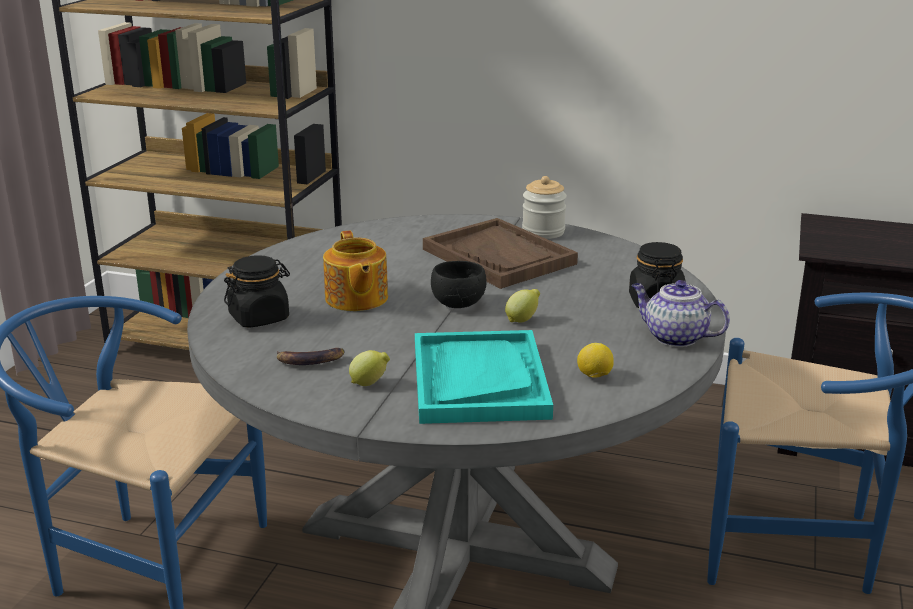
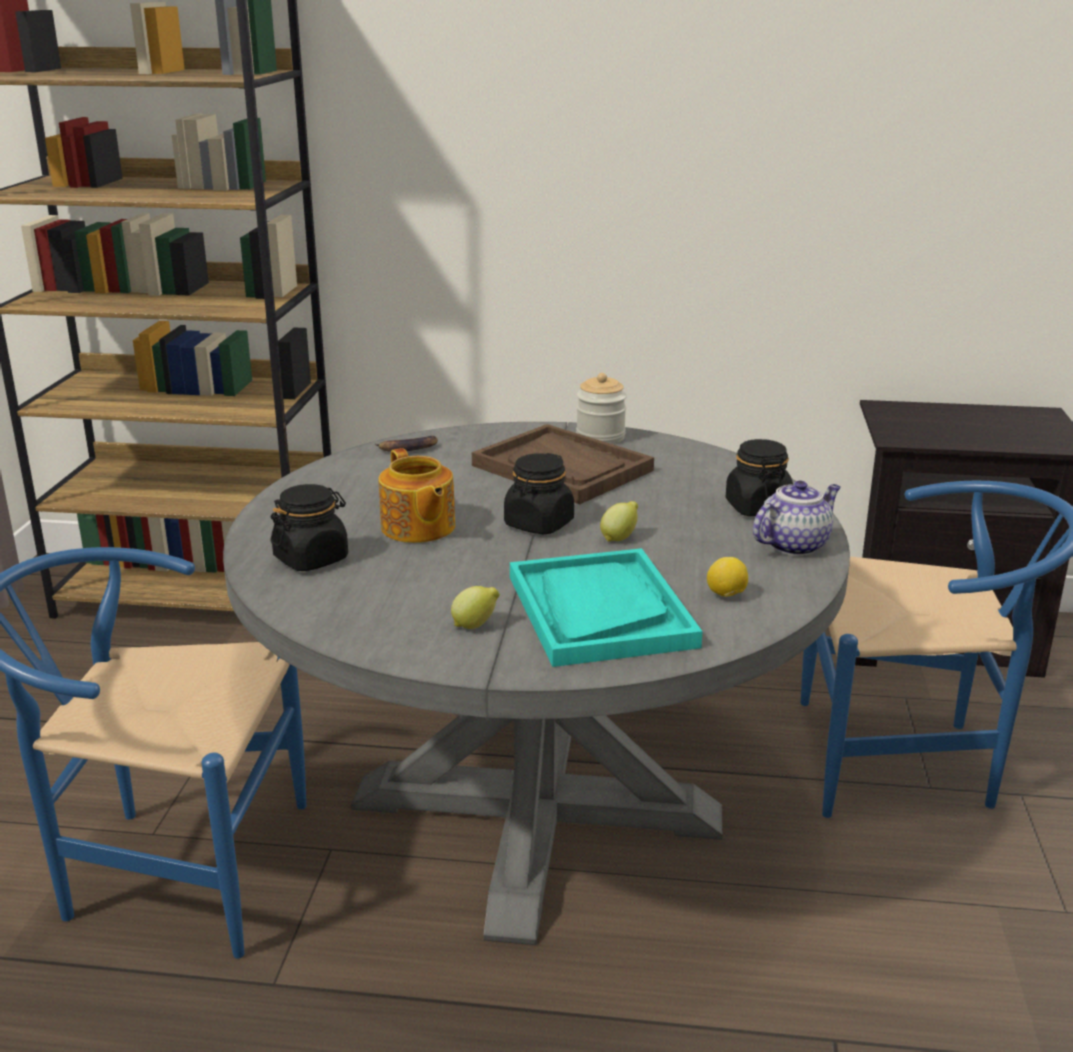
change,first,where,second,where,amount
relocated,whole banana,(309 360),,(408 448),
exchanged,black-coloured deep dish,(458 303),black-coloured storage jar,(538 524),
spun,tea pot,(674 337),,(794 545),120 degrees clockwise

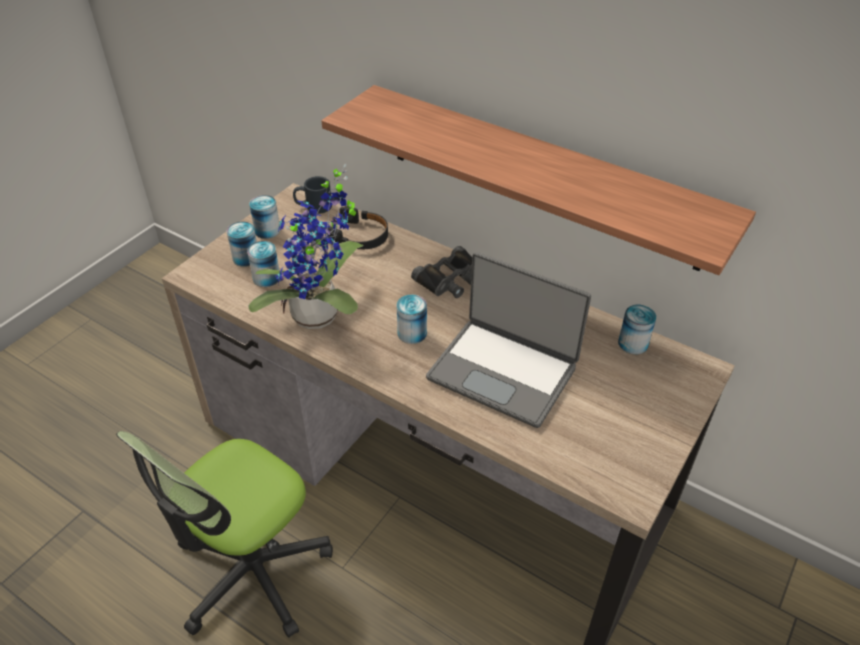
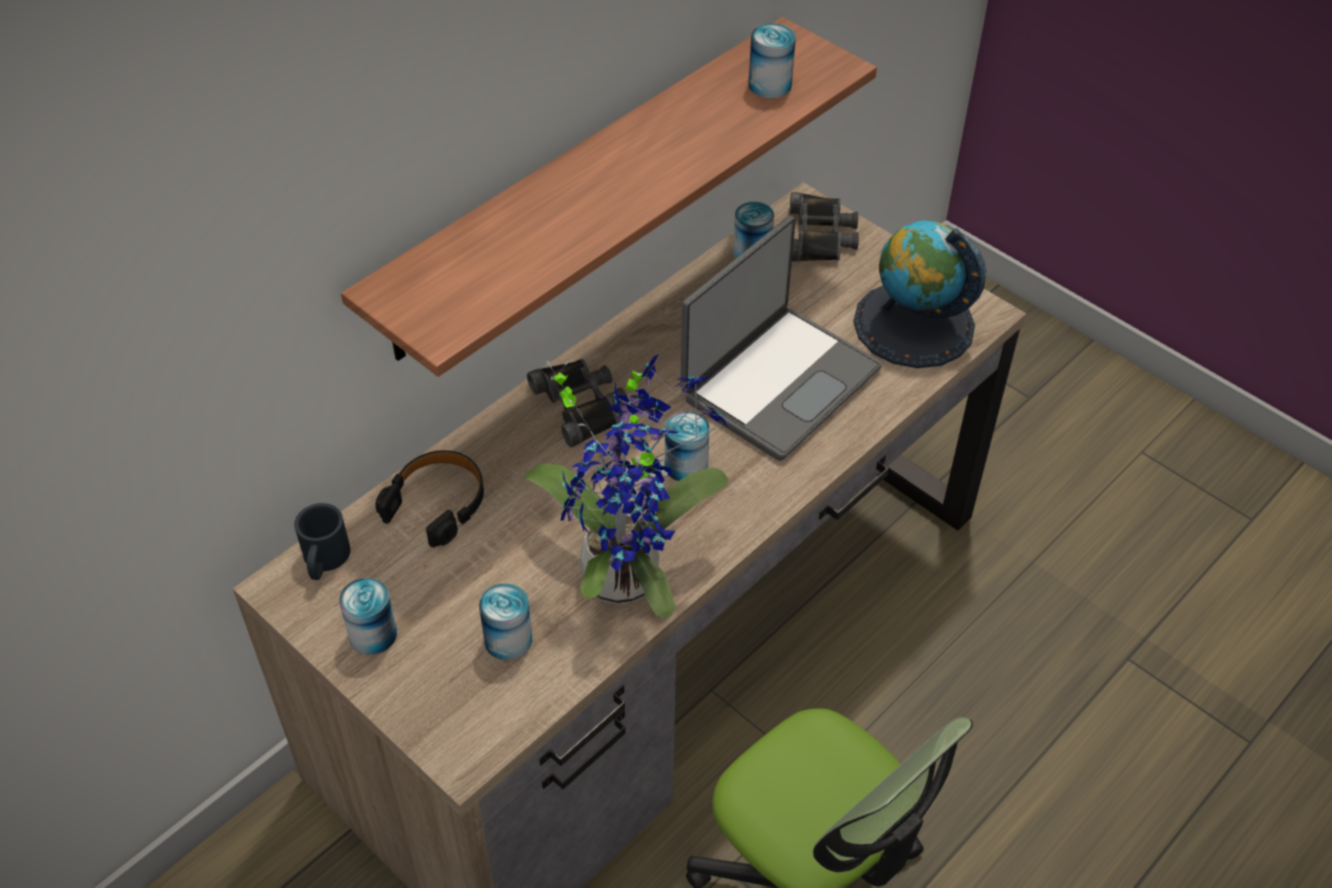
change,first,where,second,where,amount
appeared,,,black-coloured pair of binoculars,(821 236),
appeared,,,desk globe,(913 324),
relocated,metal can,(246 258),,(770 85),

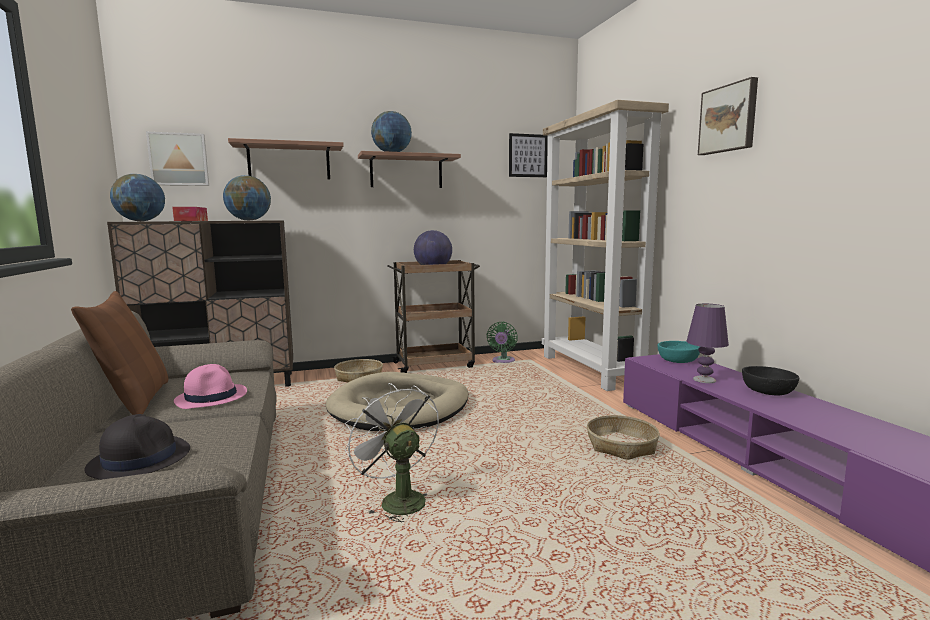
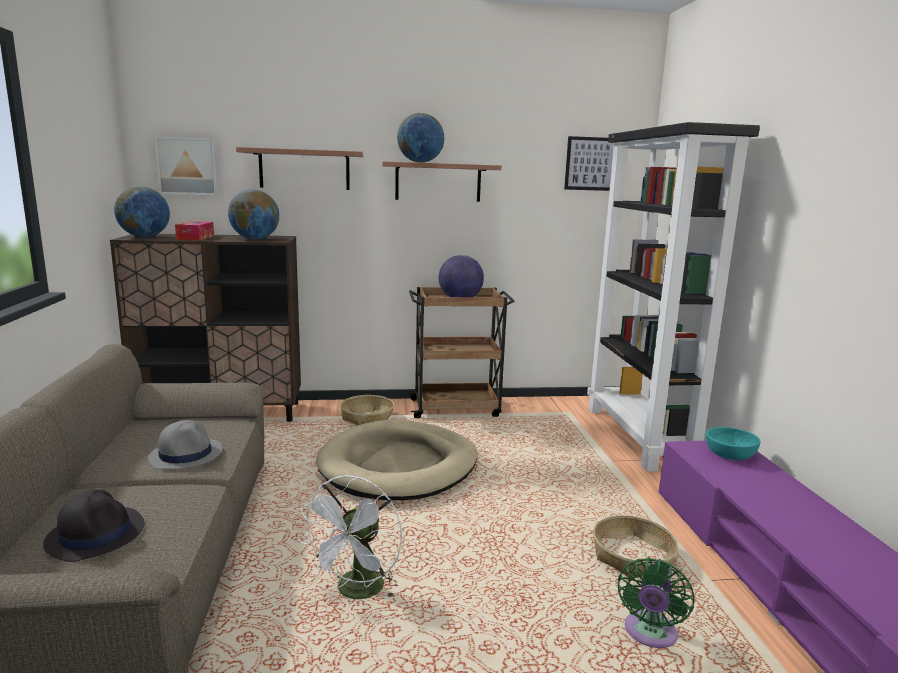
change,first,where,second,where,amount
missing,brown throw pillow,(135 400),,,
missing,purple-coloured lamp for a table,(704 380),,,
missing,picture,(728 119),,,
missing,black-coloured deep dish,(768 391),,,
relocated,greenish electric fan,(503 361),,(649 635),
colour,pink-coloured wearable hat,(212 397),grey wearable hat,(186 454),
colour,beige bookshelf,(591 370),black-coloured bookshelf,(639 436),
spun,white-coloured electric fan,(397 500),,(357 593),135 degrees counterclockwise

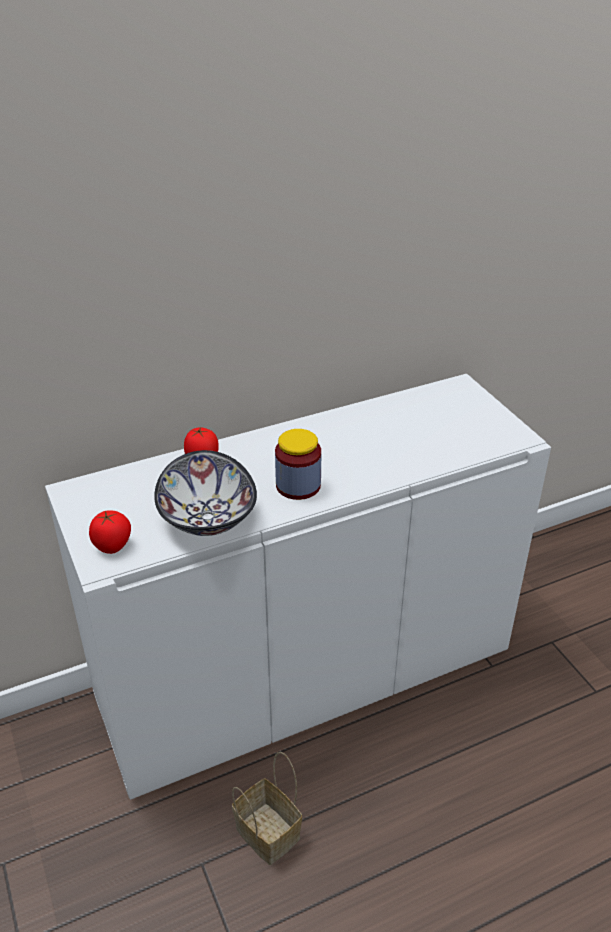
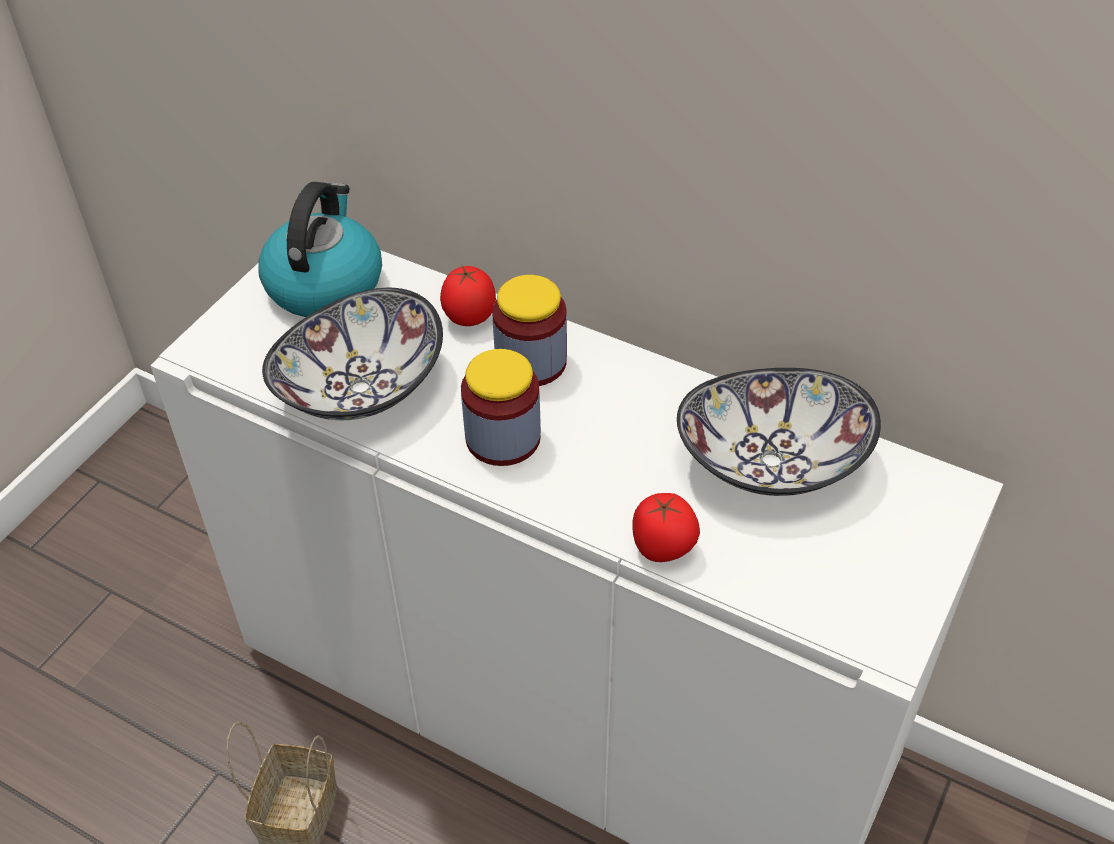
change,first,where,second,where,amount
appeared,,,tea kettle,(324 284),
appeared,,,storage jar,(531 362),
appeared,,,deep dish,(770 460),
relocated,tomato,(113 546),,(663 548),

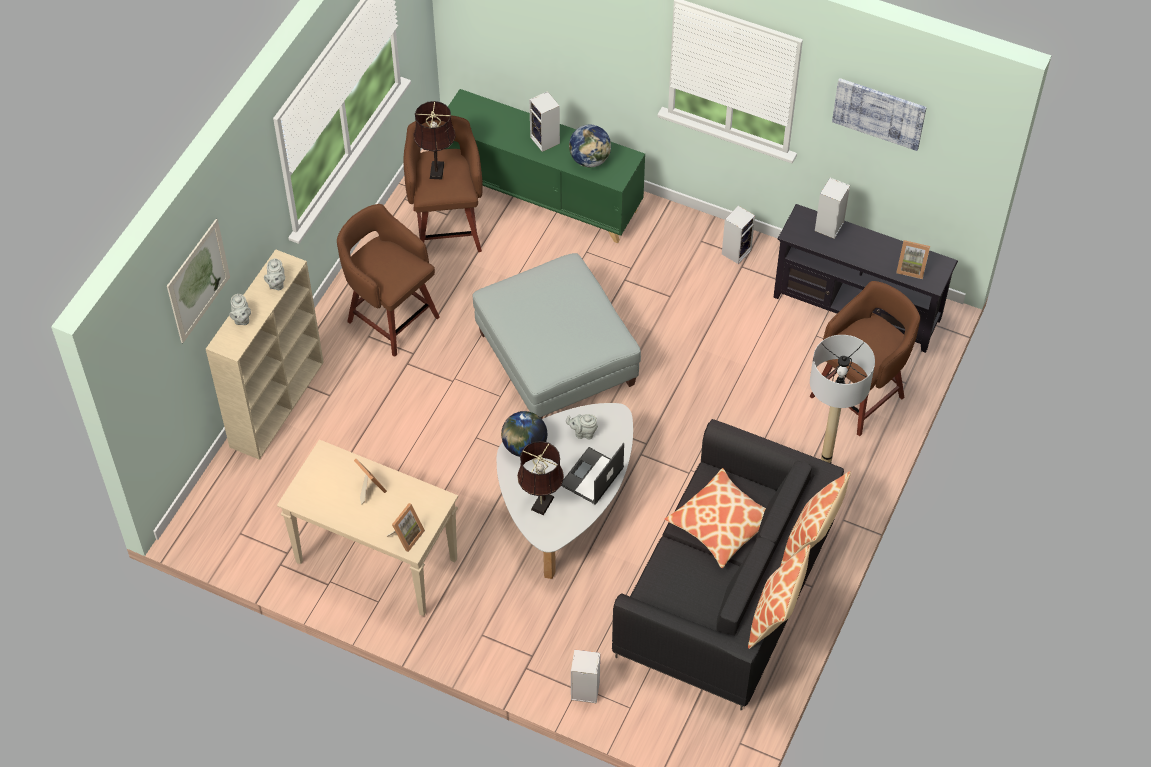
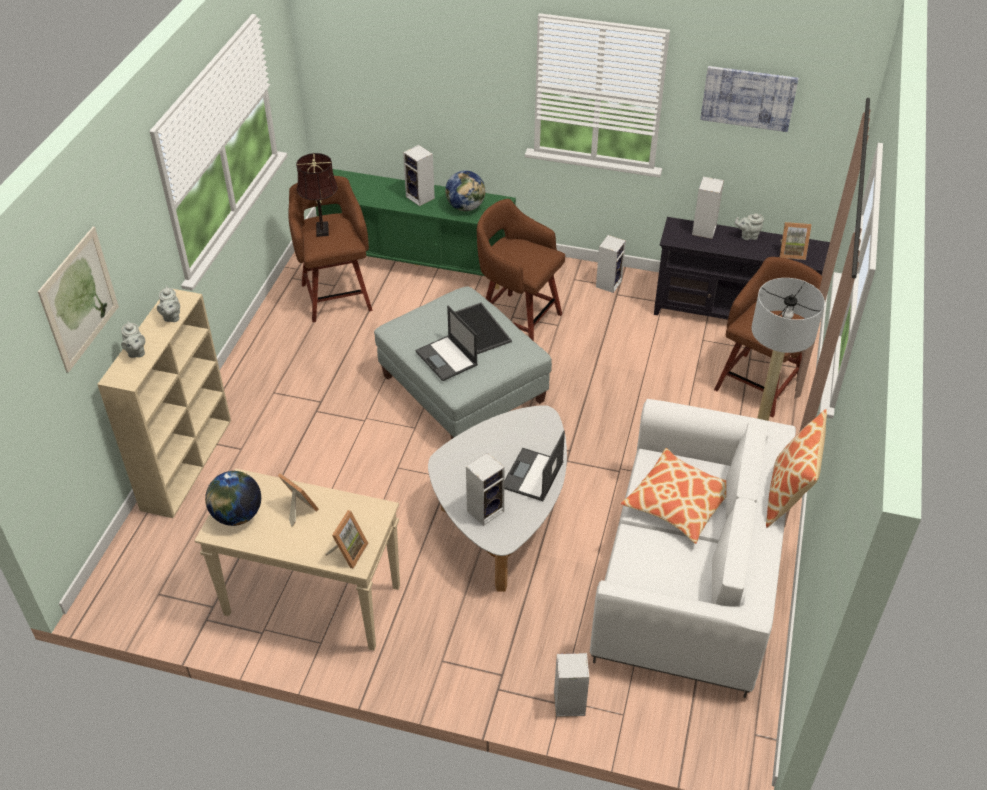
change,first,where,second,where,amount
missing,throw pillow,(776 616),,,
appeared,,,notebook computer,(447 359),
appeared,,,tray,(478 328),
relocated,brown stool seat,(391 317),,(518 319),
relocated,desk globe,(524 446),,(237 515),
relocated,grey tea pot,(583 433),,(747 236),
exchanged,brown lamp for a table,(541 505),audio speaker,(486 510),
colour,black-coloured sofa,(725 590),white-coloured sofa,(689 576),

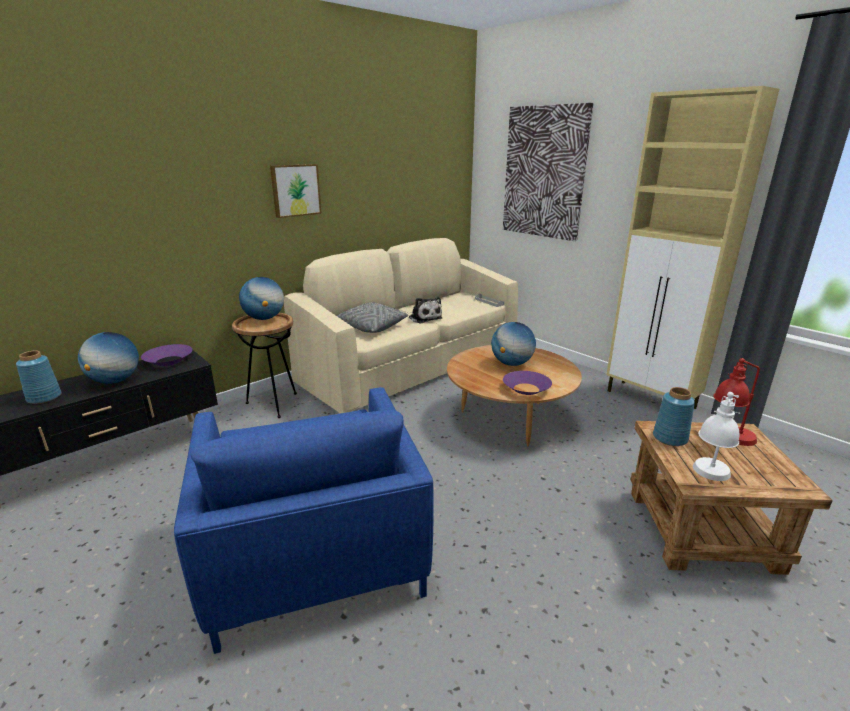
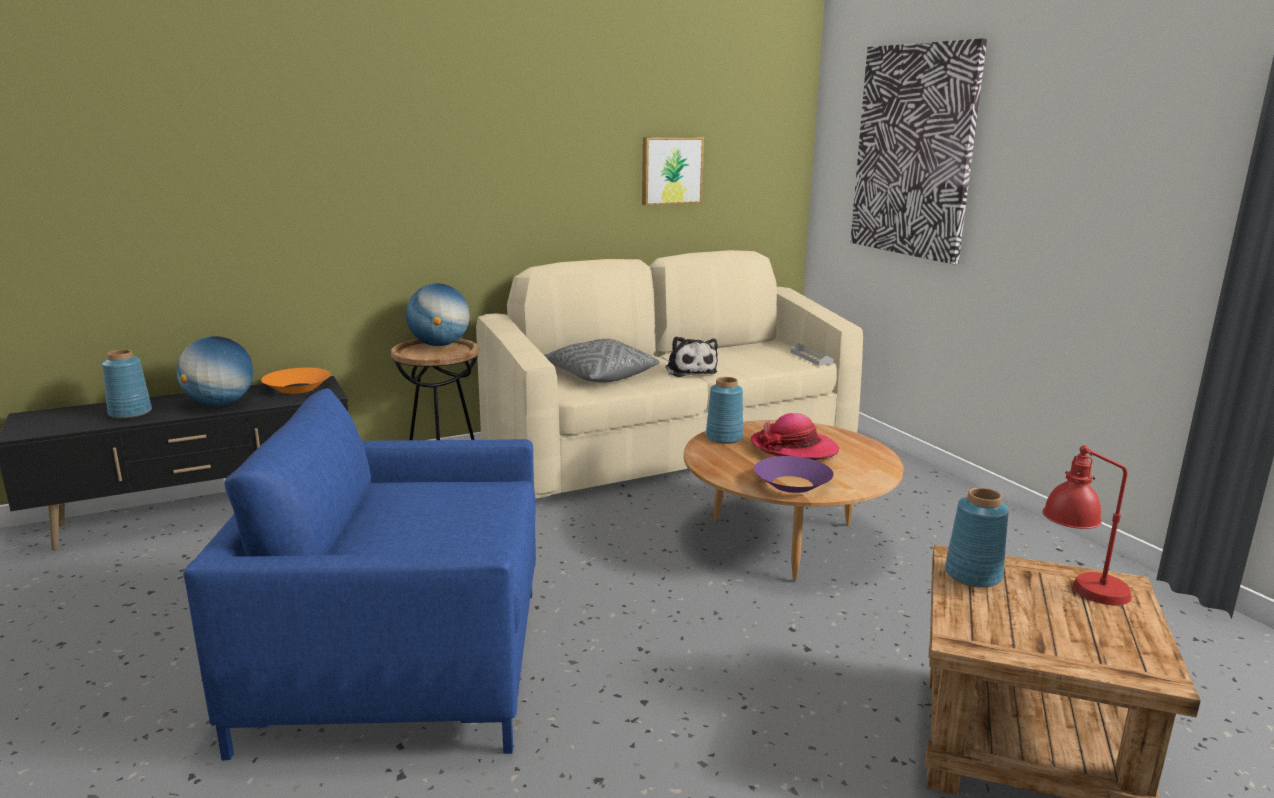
change,first,where,second,where,amount
missing,beige cabinet,(651 400),,,
missing,white-coloured lamp for a table,(709 478),,,
appeared,,,blue-coloured vase,(723 438),
relocated,picture,(295 190),,(671 170),
exchanged,desk globe,(511 363),wearable hat,(794 448),
colour,purple-coloured deep dish,(168 361),orange-coloured deep dish,(297 388),
spun,blue-coloured armchair,(313 552),,(400 664),90 degrees clockwise

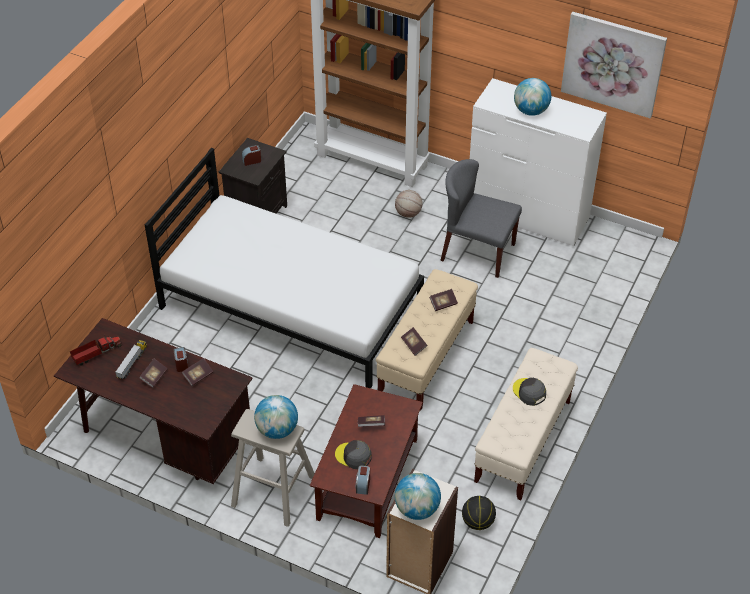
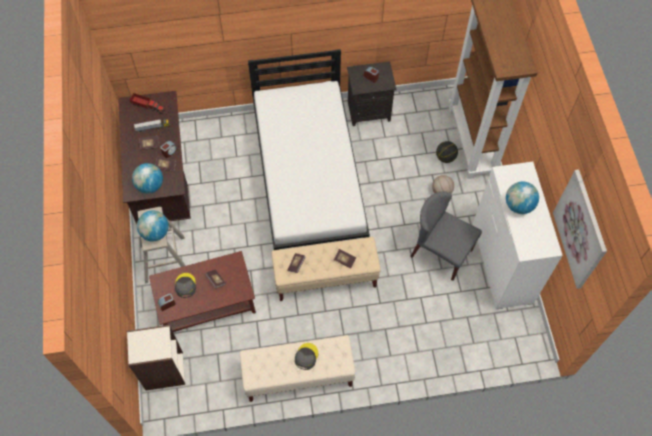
change,first,where,second,where,amount
relocated,desk globe,(417 509),,(150 186),
relocated,basketball ball,(478 522),,(445 157),
spun,grey plain chair,(477 252),,(441 252),45 degrees counterclockwise

